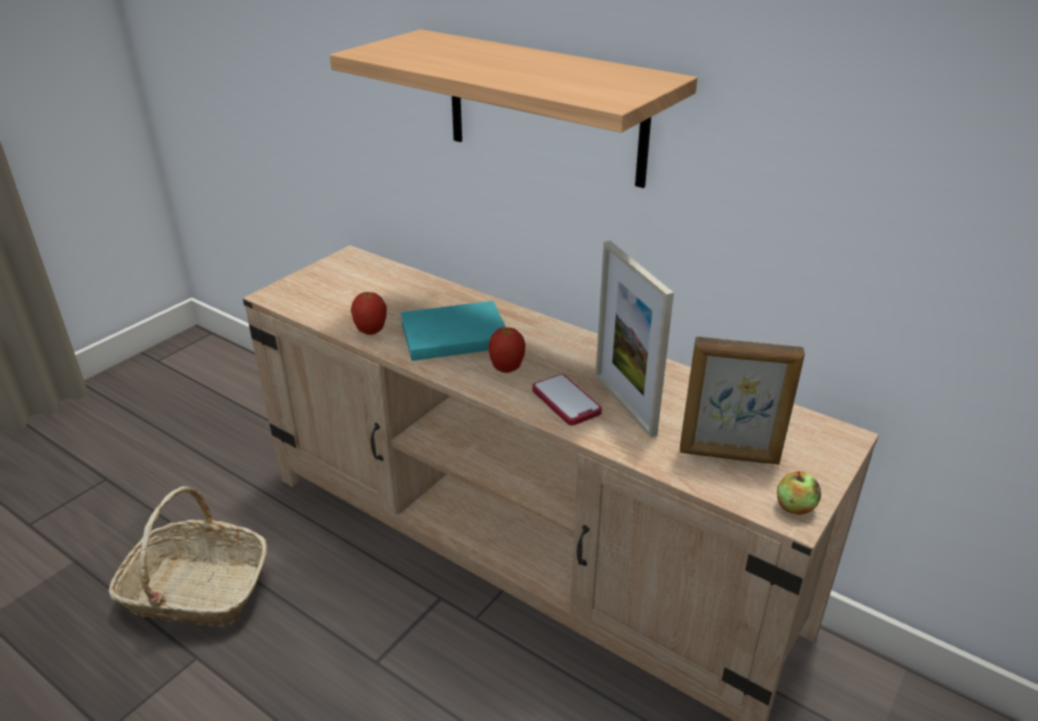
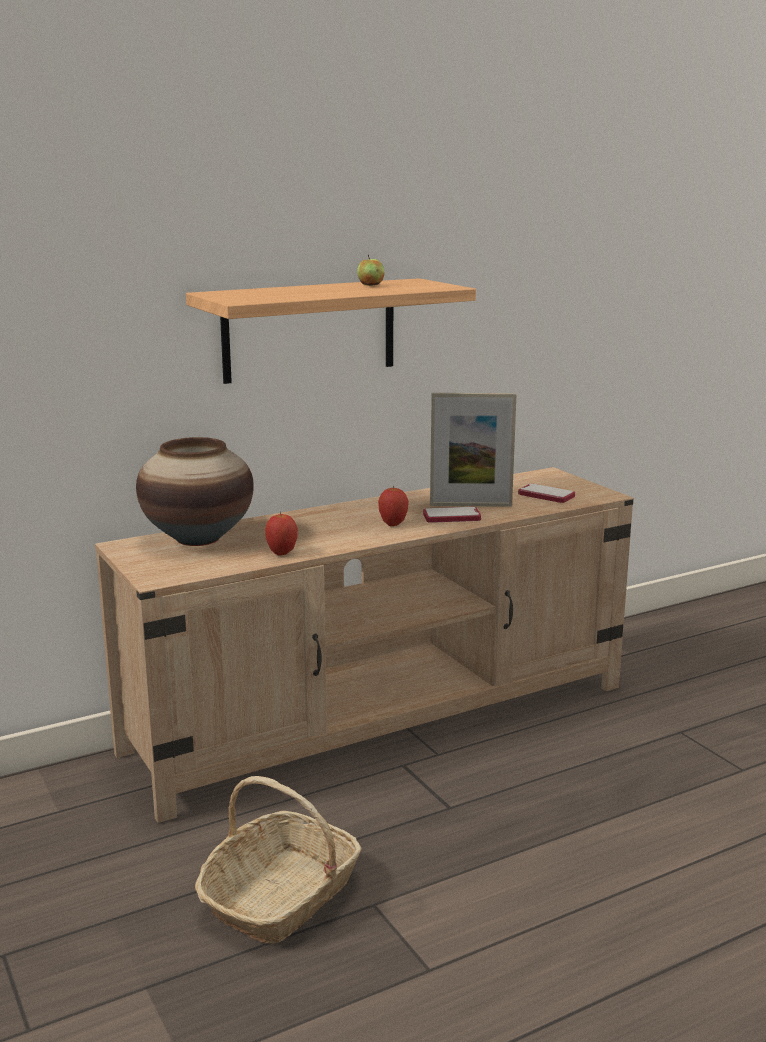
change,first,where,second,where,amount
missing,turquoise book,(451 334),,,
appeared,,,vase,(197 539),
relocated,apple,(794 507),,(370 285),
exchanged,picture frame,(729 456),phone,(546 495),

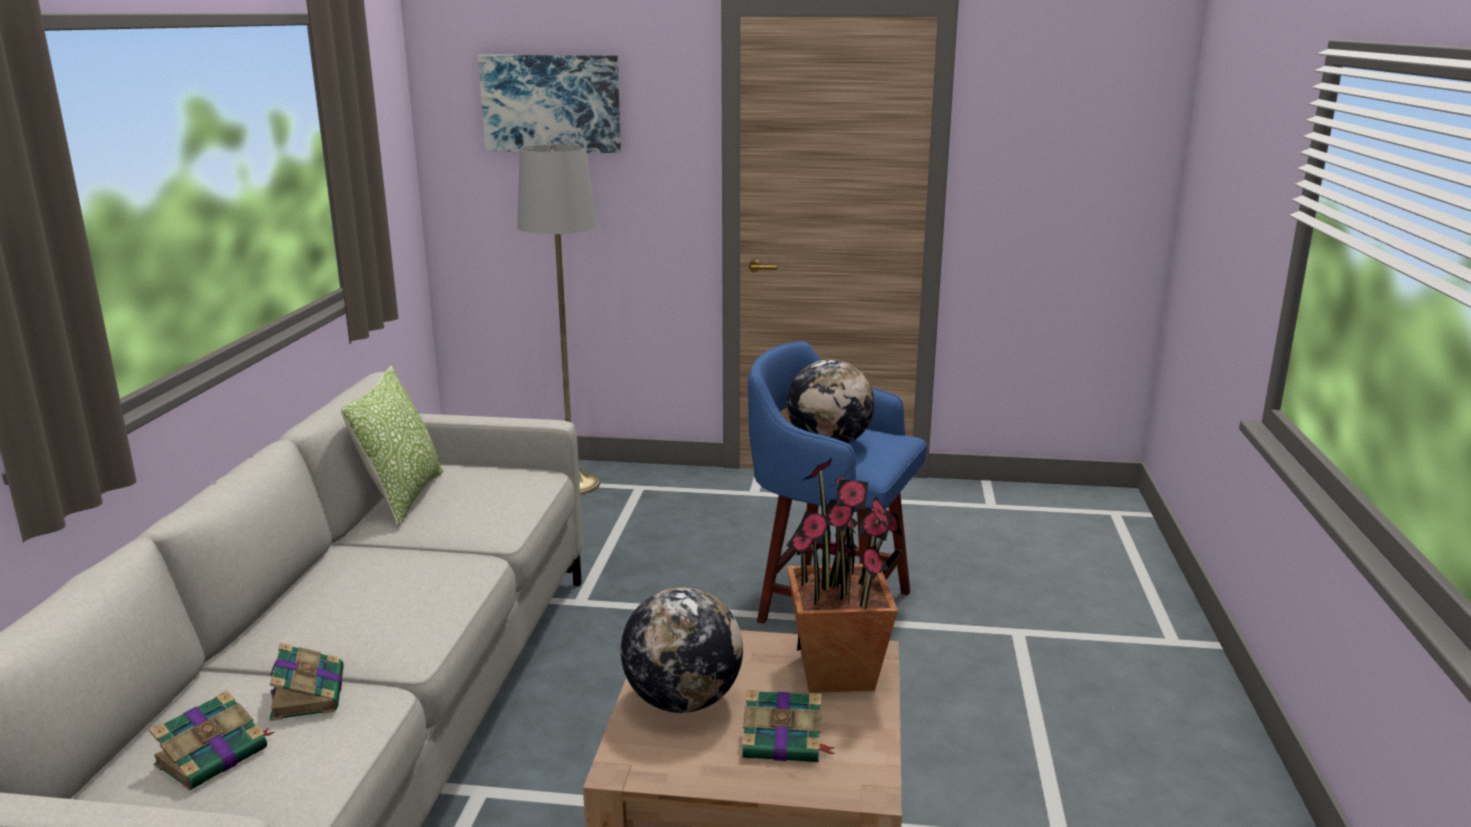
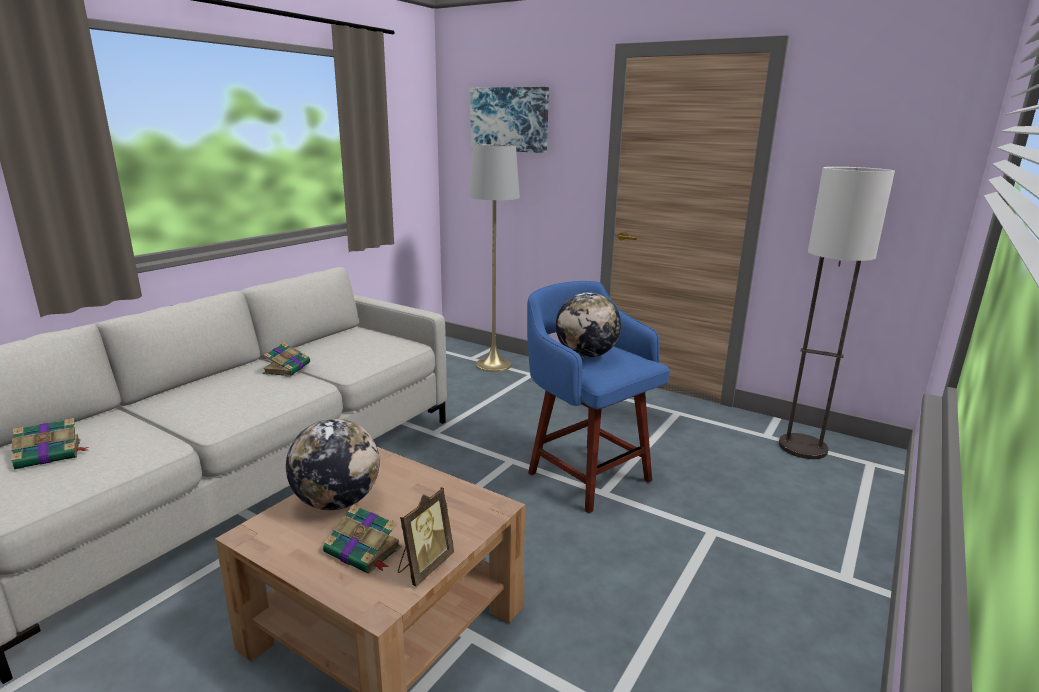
change,first,where,second,where,amount
missing,throw pillow,(403 497),,,
missing,potted plant,(838 672),,,
appeared,,,picture frame,(424 566),
appeared,,,standard lamp,(803 447),
relocated,book,(308 693),,(287 368),

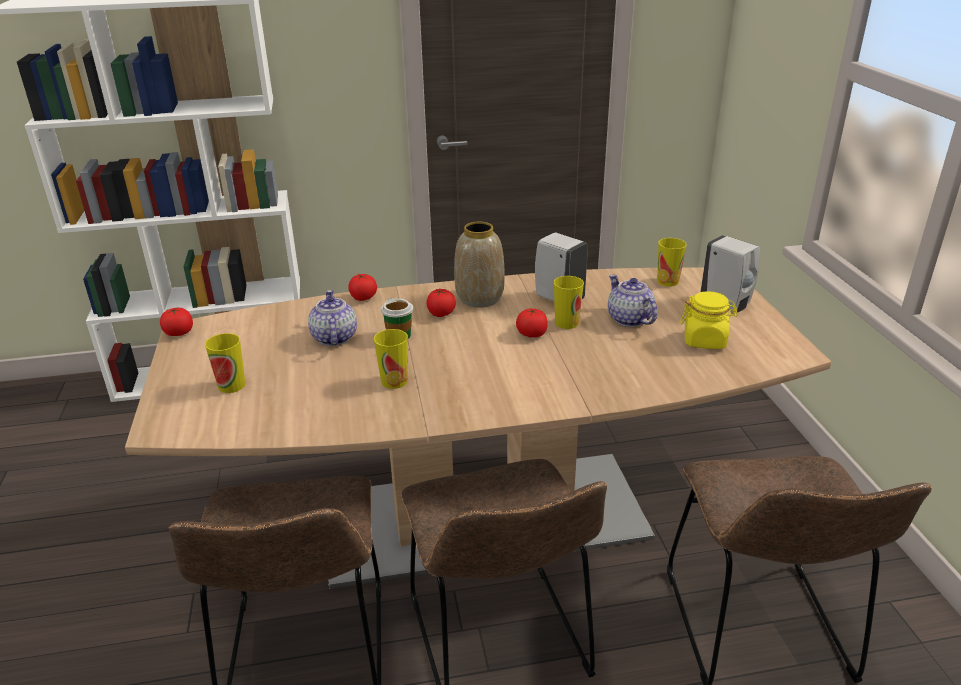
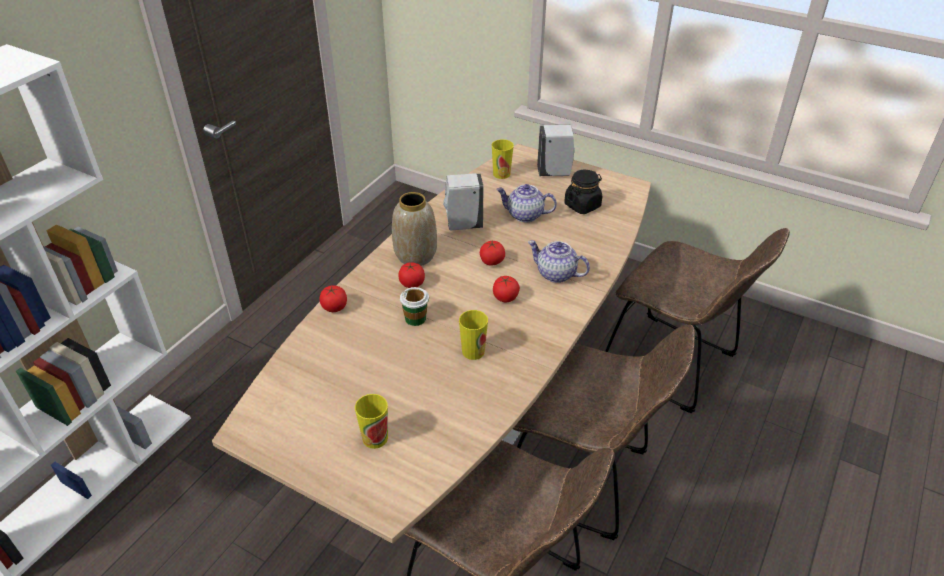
change,first,where,second,where,amount
missing,small cup,(566 323),,,
relocated,tomato,(179 333),,(505 297),
relocated,tea pot,(333 337),,(555 274),
colour,yellowish storage jar,(705 340),black-coloured storage jar,(582 205),

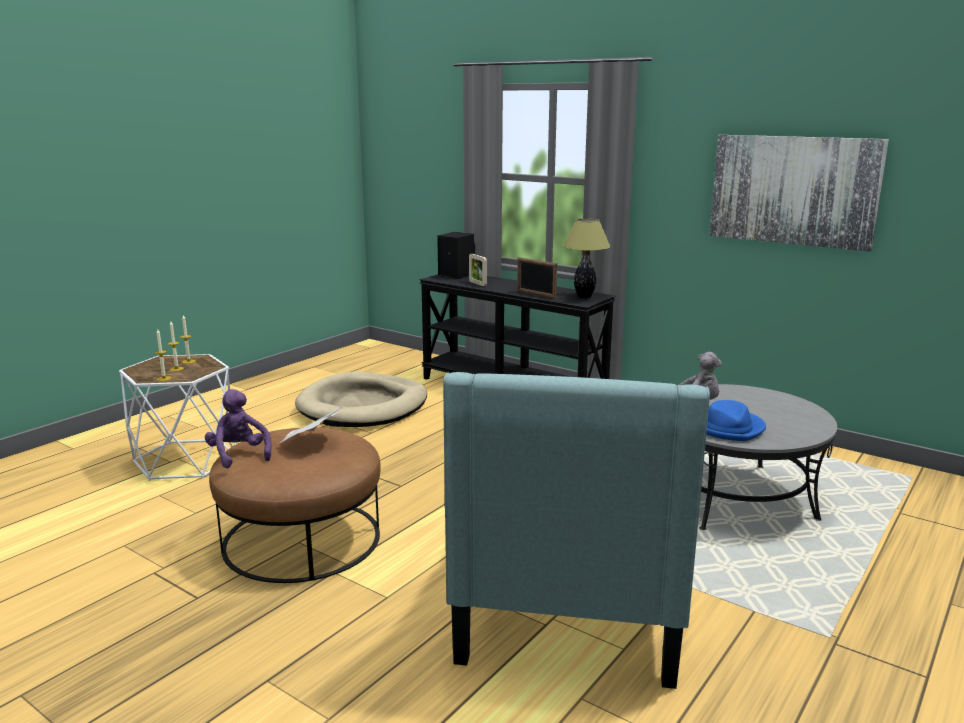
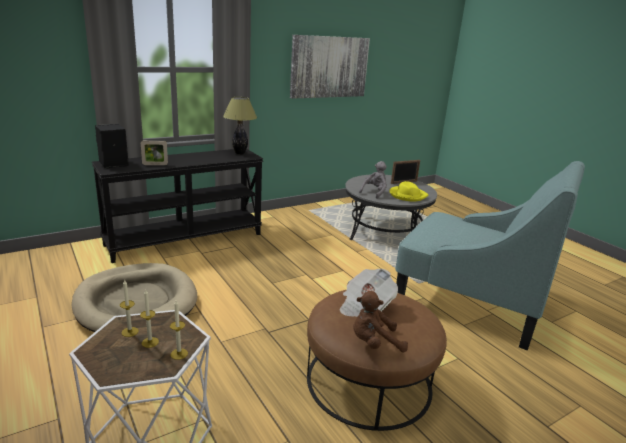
change,first,where,second,where,amount
relocated,picture frame,(536 294),,(404 182),
colour,purple-coloured soft toy,(239 455),brown soft toy,(374 343),
colour,blue-coloured wearable hat,(728 427),yellowish wearable hat,(407 195),

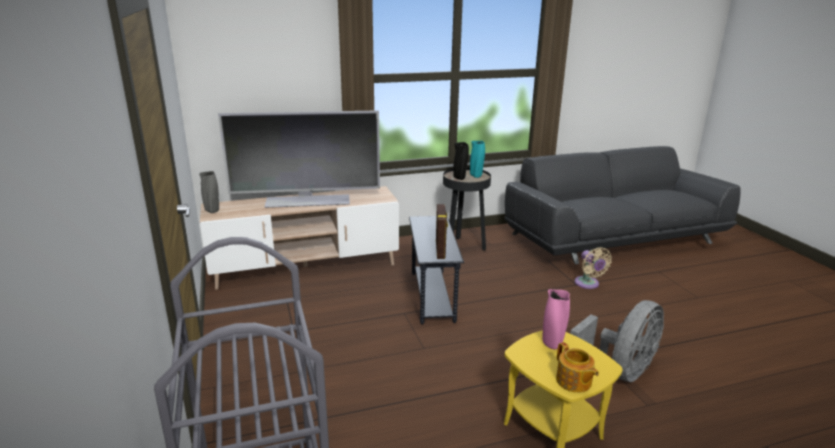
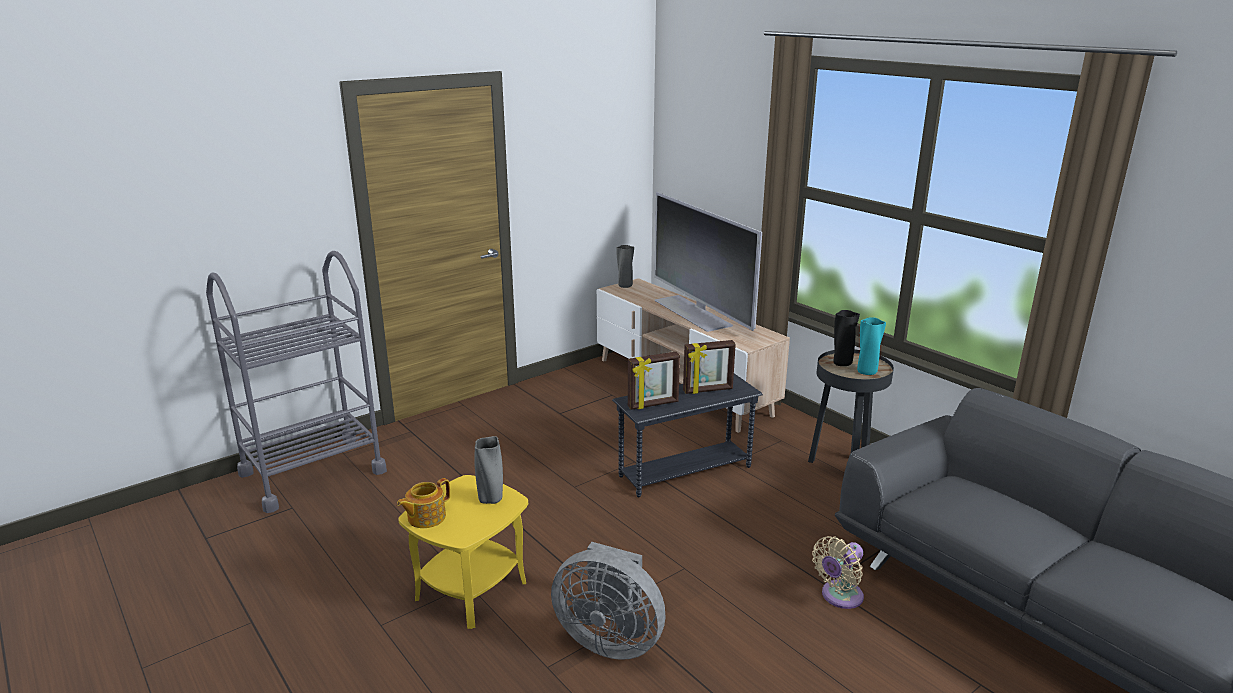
change,first,where,second,where,amount
appeared,,,picture frame,(708 390),
colour,pink-coloured vase,(552 344),grey vase,(490 500),

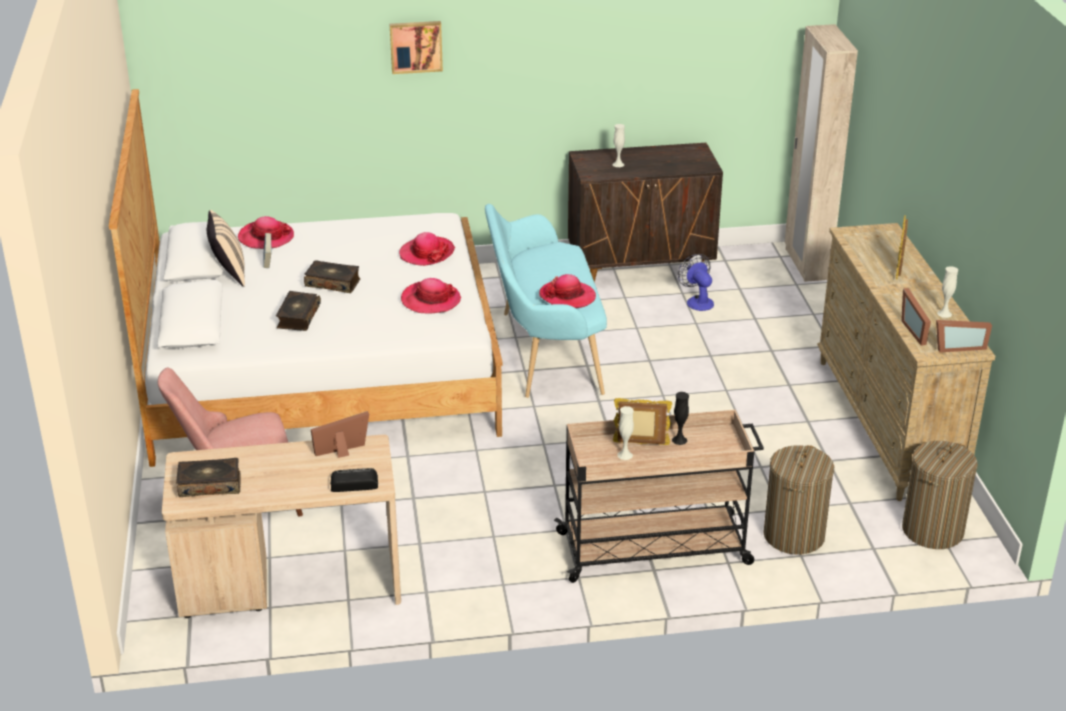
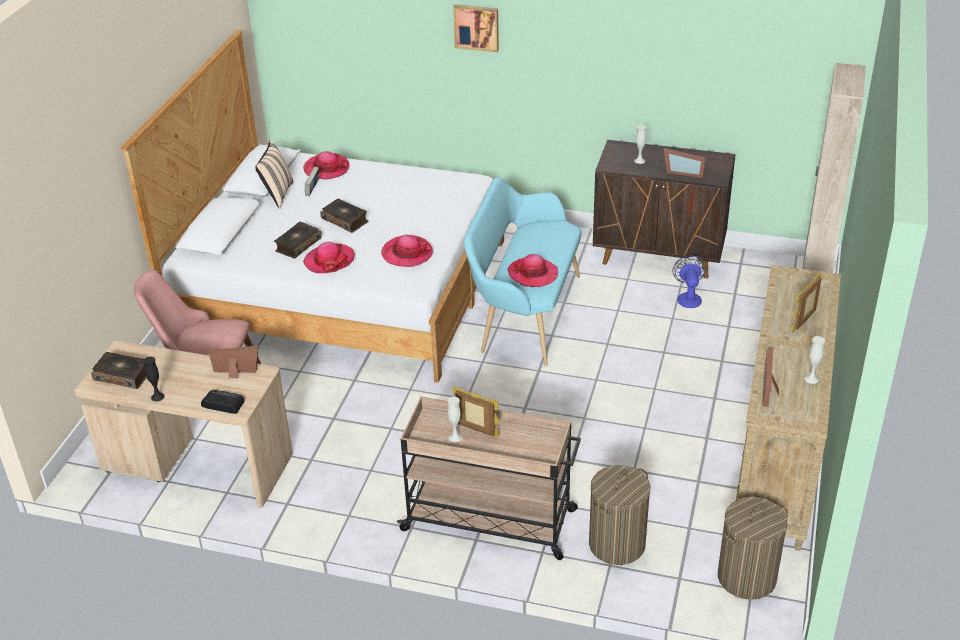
change,first,where,second,where,amount
relocated,wearable hat,(426 253),,(329 260),
relocated,black-coloured vase,(679 440),,(157 397),
relocated,picture frame,(957 346),,(683 172),

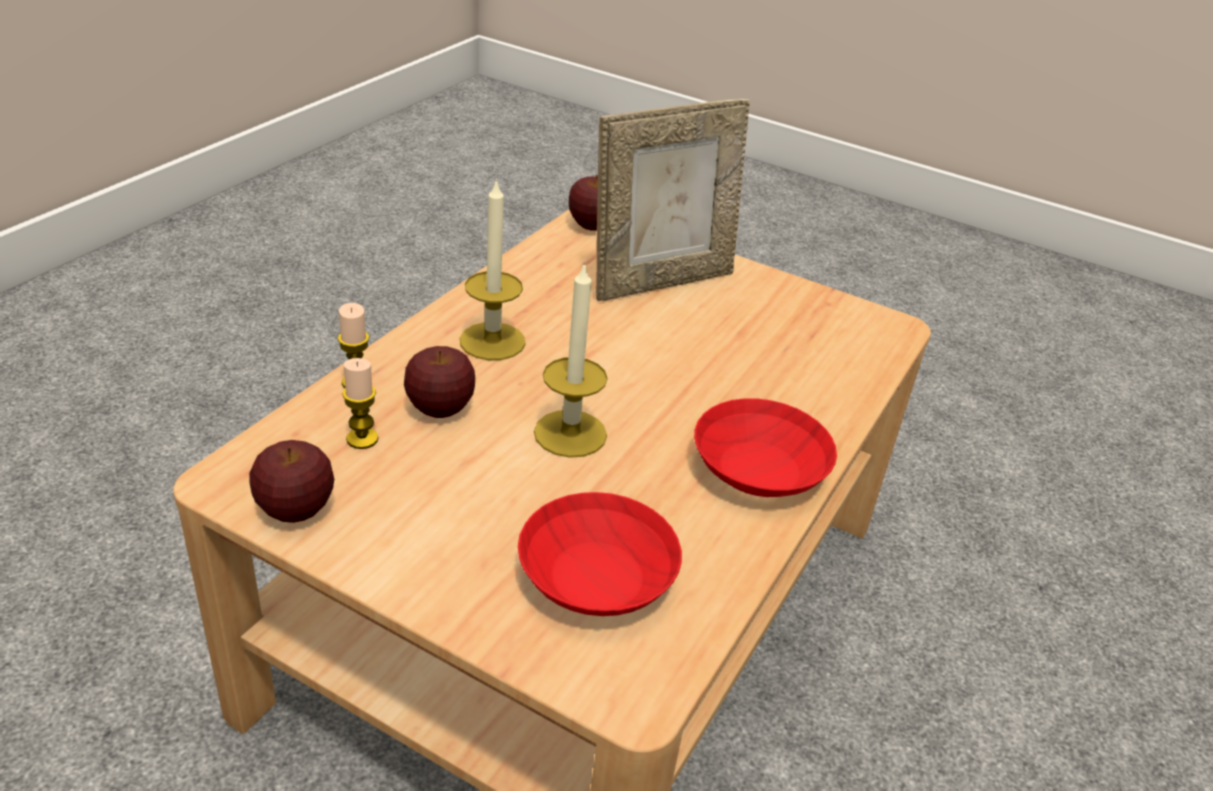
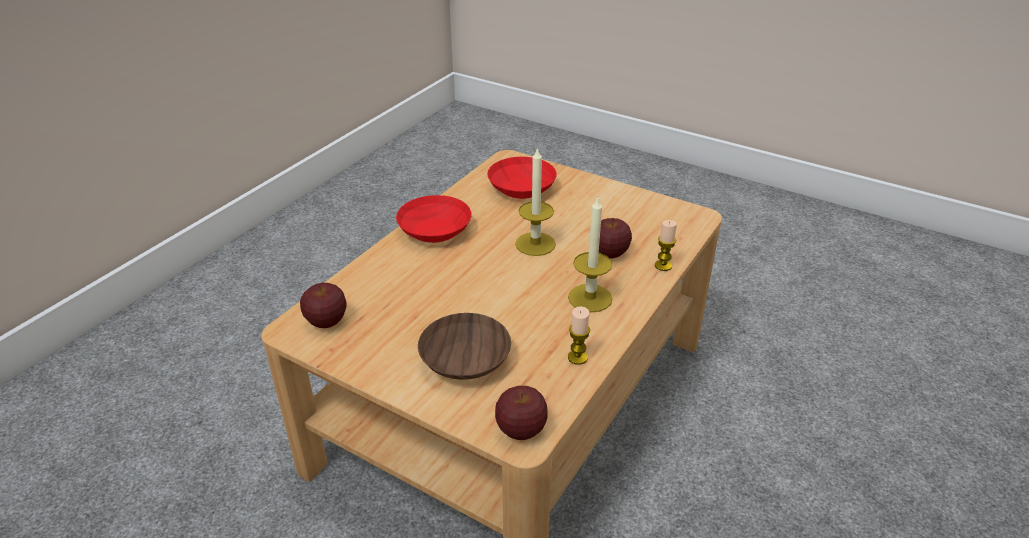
change,first,where,second,where,amount
relocated,apple,(295 510),,(327 322),
relocated,candle,(362 439),,(577 357),
exchanged,picture frame,(661 281),brown deep dish,(465 362),

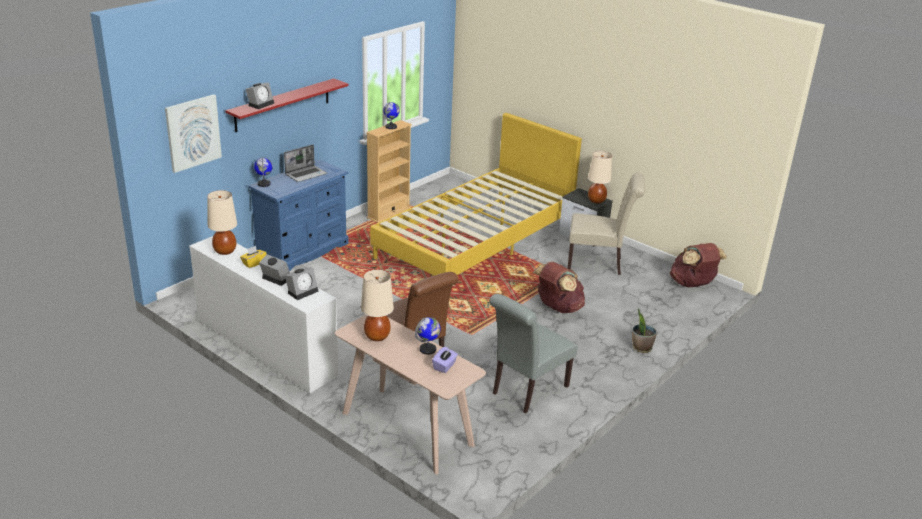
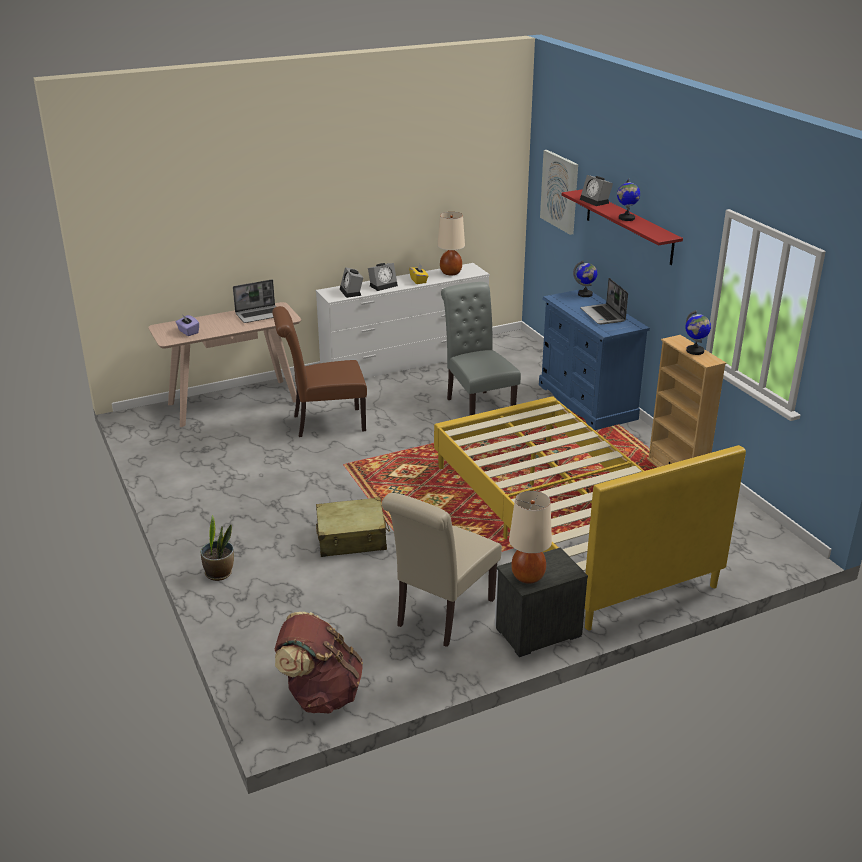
change,first,where,second,where,amount
relocated,desk globe,(428 349),,(626 218),
relocated,grey plain chair,(526 391),,(477 406),
exchanged,beige lamp for a table,(376 336),notebook computer,(260 315),
exchanged,brown knapsack,(558 308),beige travel case,(352 538),

